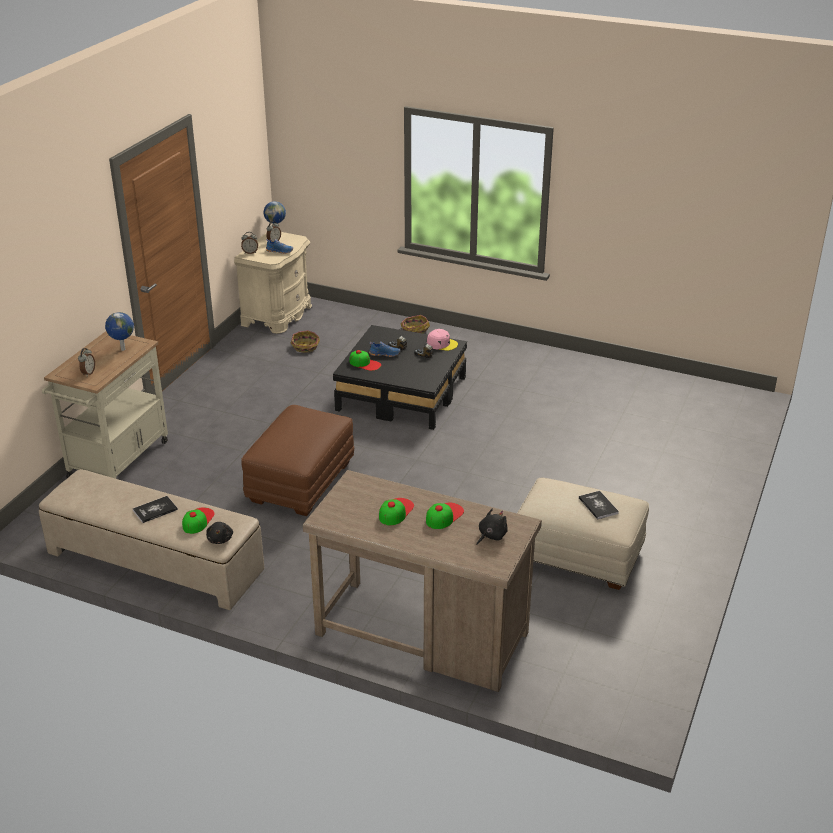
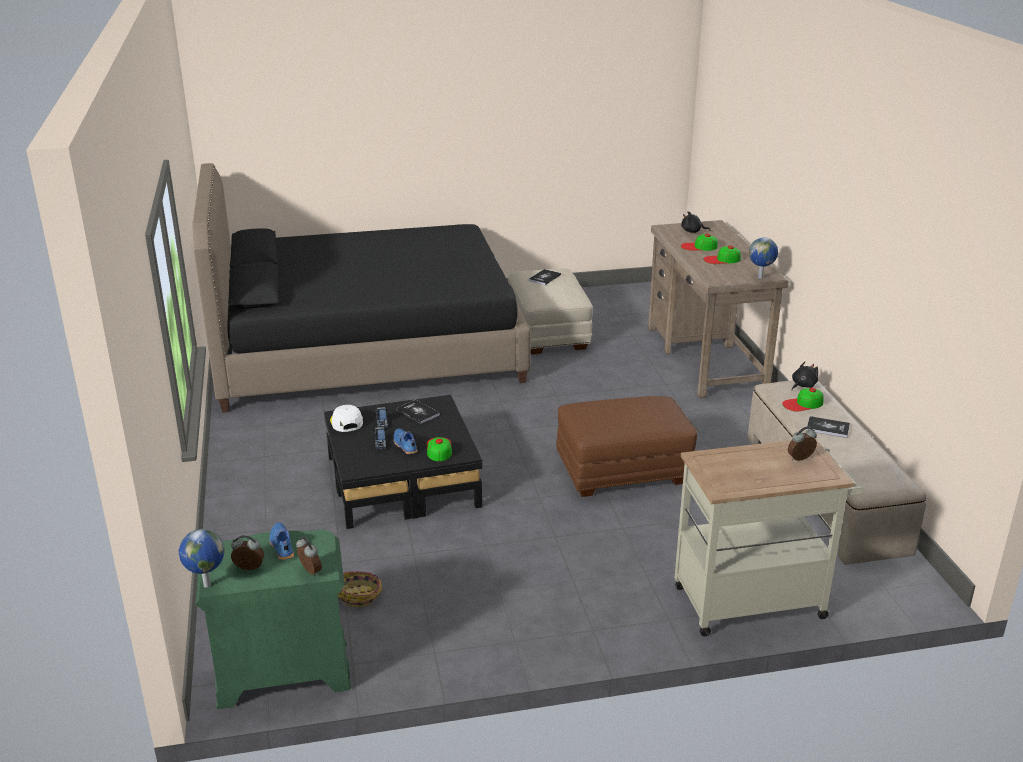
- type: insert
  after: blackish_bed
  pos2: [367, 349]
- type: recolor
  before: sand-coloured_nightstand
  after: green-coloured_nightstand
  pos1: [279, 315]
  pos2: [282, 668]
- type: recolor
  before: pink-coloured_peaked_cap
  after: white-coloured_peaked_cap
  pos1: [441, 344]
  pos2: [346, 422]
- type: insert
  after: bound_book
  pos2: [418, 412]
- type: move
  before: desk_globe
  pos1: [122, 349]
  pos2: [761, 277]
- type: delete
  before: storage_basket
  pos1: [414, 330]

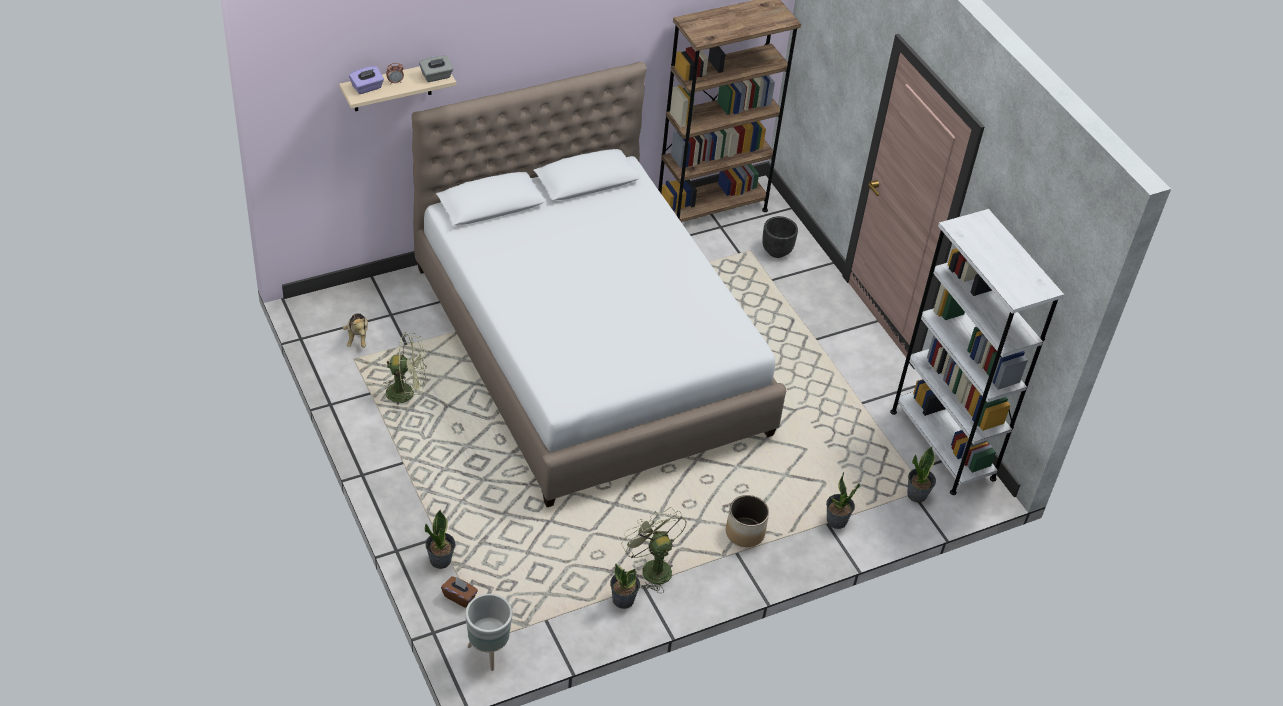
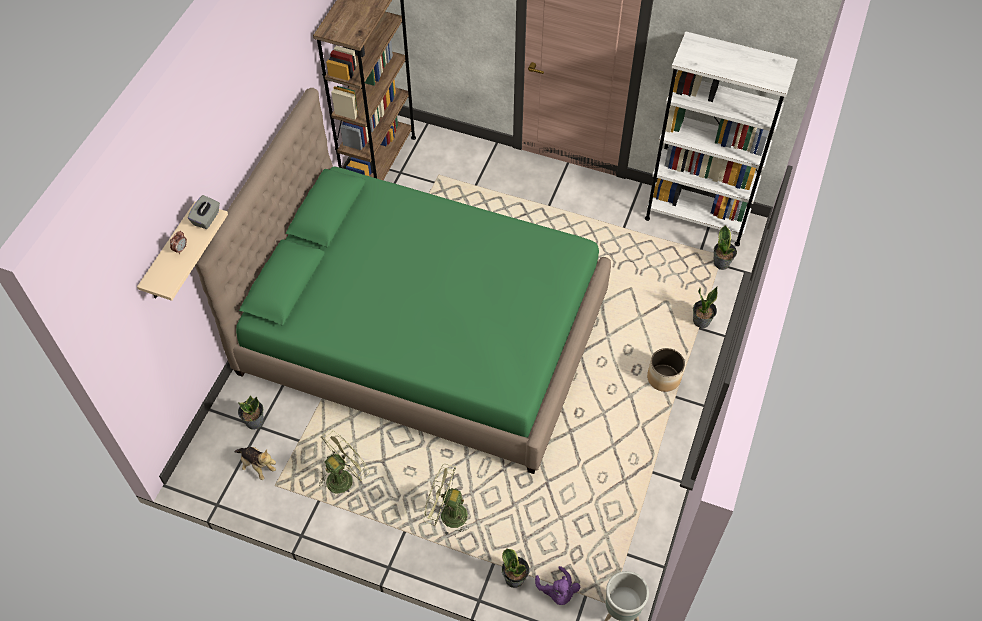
- type: recolor
  before: white-coloured_bed
  after: green-coloured_bed
  pos1: [589, 349]
  pos2: [423, 333]
- type: move
  before: potted_plant
  pos1: [623, 599]
  pos2: [254, 421]
- type: move
  before: green-coloured_fan
  pos1: [652, 567]
  pos2: [447, 515]
- type: replace
  before: brownish_tissue_box
  after: purplish_plush_toy
  pos1: [459, 597]
  pos2: [557, 592]
- type: delete
  before: purplish_tissue_box
  pos1: [367, 88]
- type: delete
  before: blackish_flower_pot
  pos1: [776, 251]

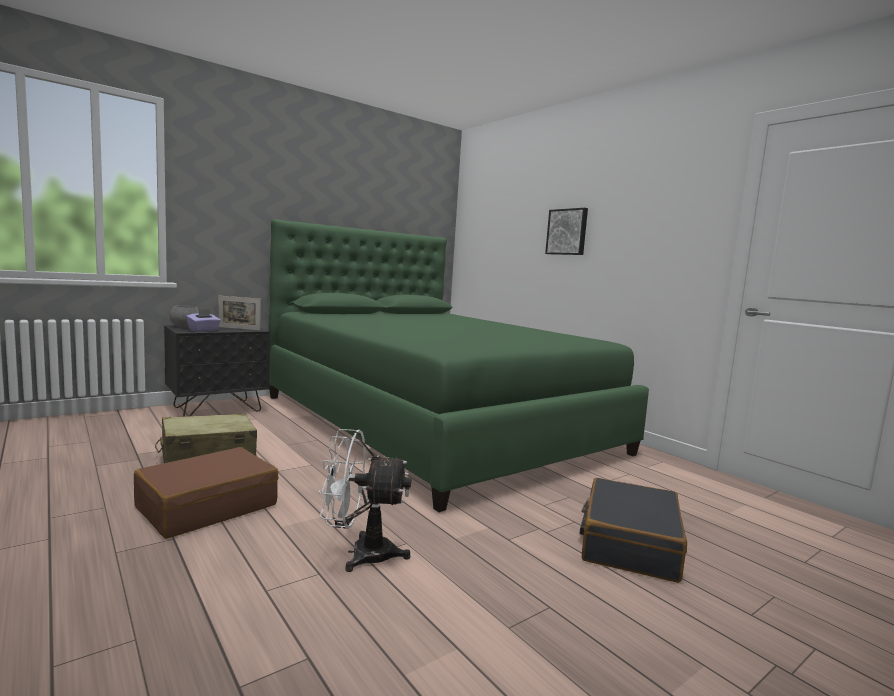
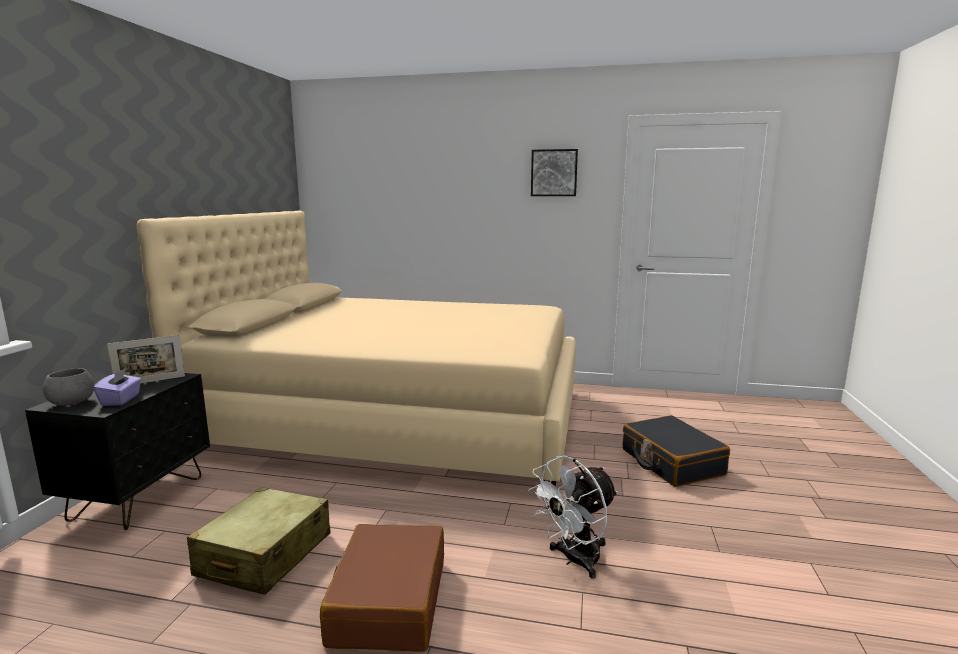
- type: recolor
  before: green-coloured_bed
  after: sand-coloured_bed
  pos1: [433, 423]
  pos2: [397, 419]
- type: move
  before: picture
  pos1: [567, 232]
  pos2: [554, 173]

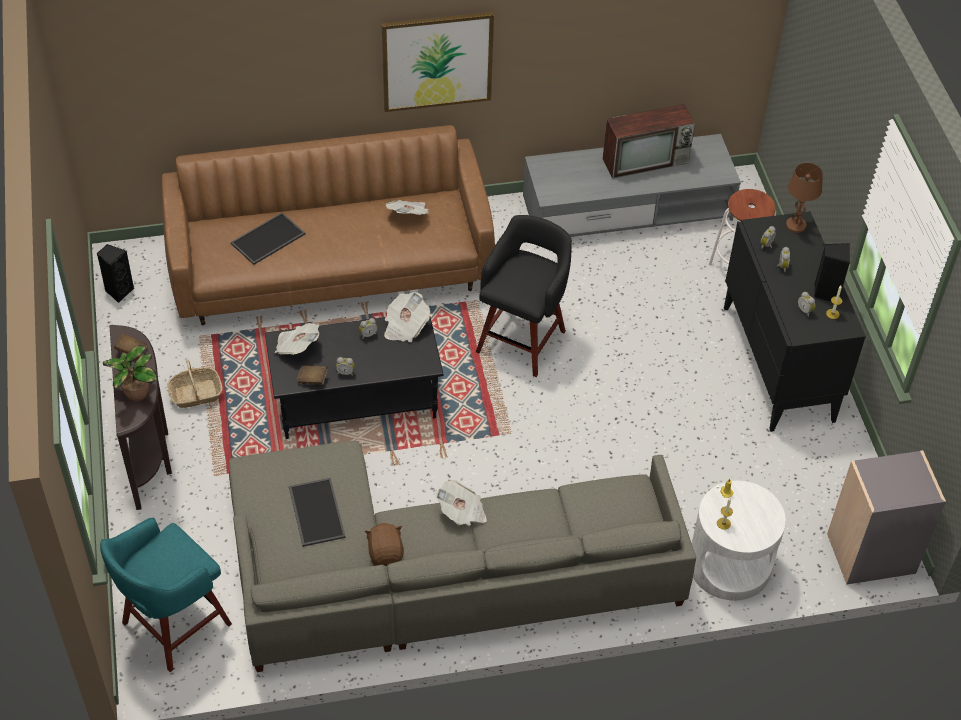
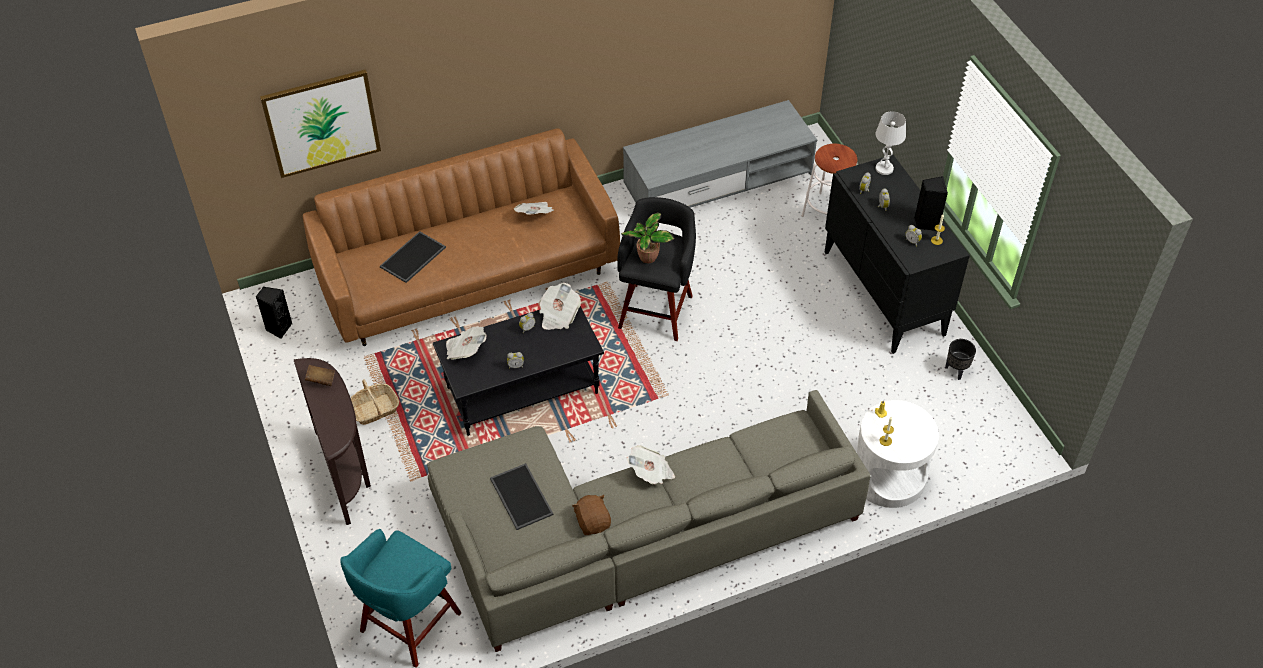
- type: move
  before: picture
  pos1: [437, 61]
  pos2: [322, 123]
- type: move
  before: potted_plant
  pos1: [135, 394]
  pos2: [647, 258]
- type: recolor
  before: brownish_tabletop_lamp
  after: white-coloured_tabletop_lamp
  pos1: [796, 225]
  pos2: [884, 168]
- type: insert
  after: blackish_flower_pot
  pos2: [956, 370]
- type: delete
  before: brownish_bound_book
  pos1: [312, 379]
- type: delete
  before: television
  pos1: [646, 160]
- type: delete
  before: greyish_bookcase
  pos1: [870, 554]

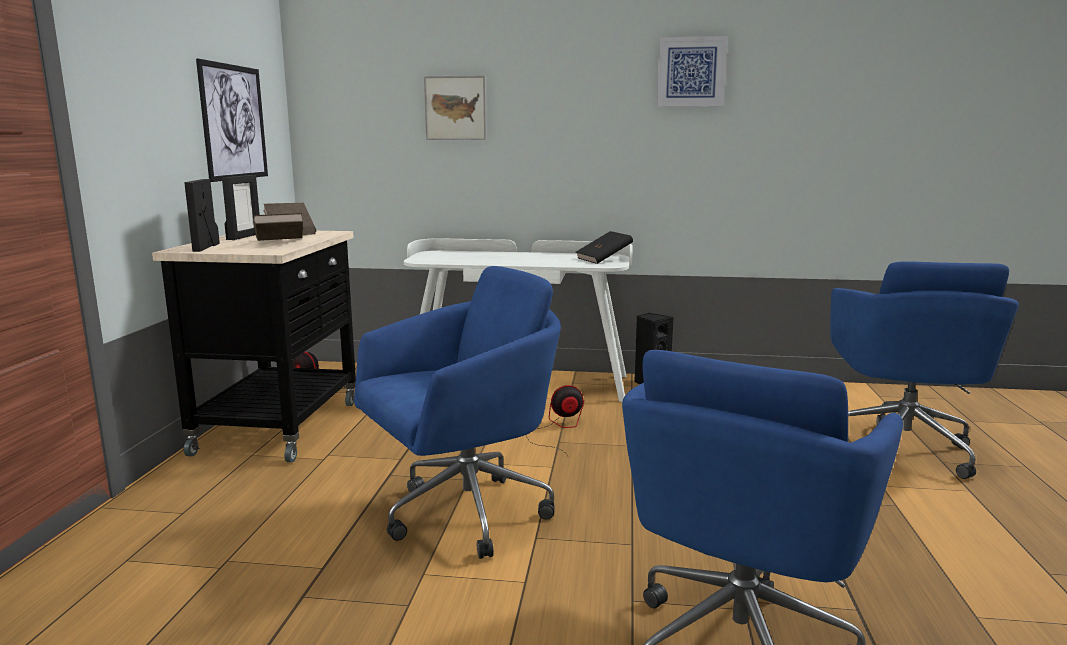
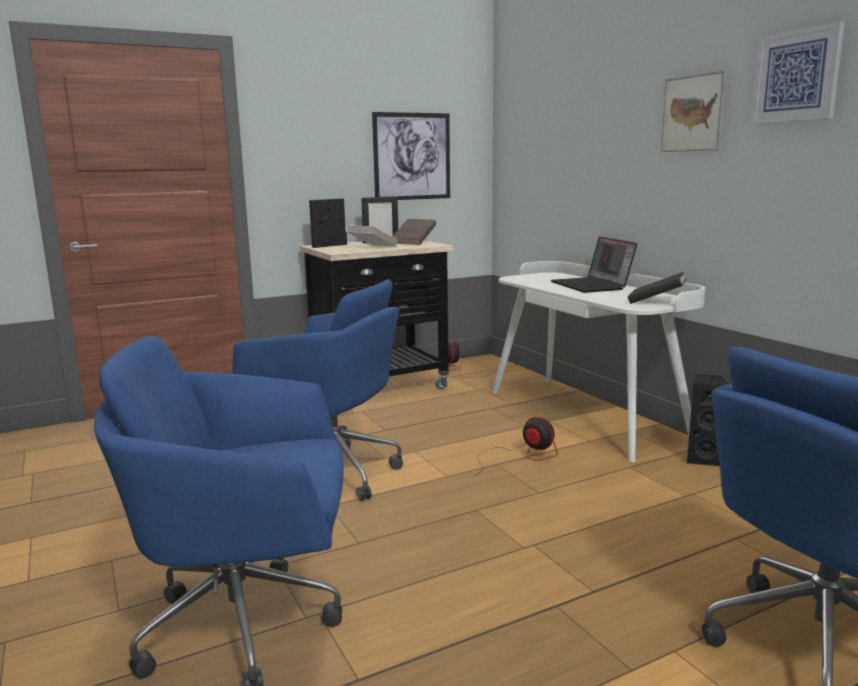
- type: recolor
  before: brownish_bound_book
  after: white-coloured_bound_book
  pos1: [280, 242]
  pos2: [372, 247]
- type: insert
  after: portable_computer
  pos2: [592, 286]
- type: move
  before: picture
  pos1: [455, 108]
  pos2: [693, 113]

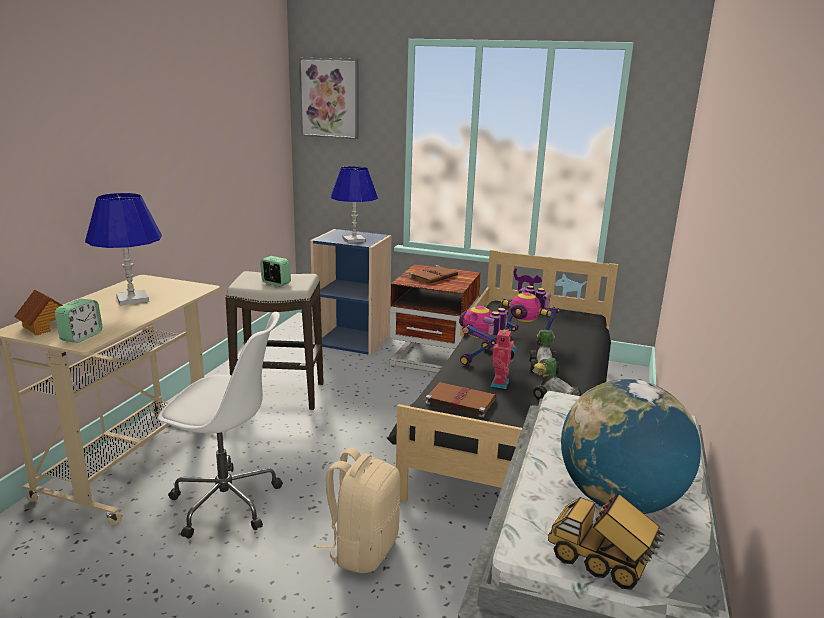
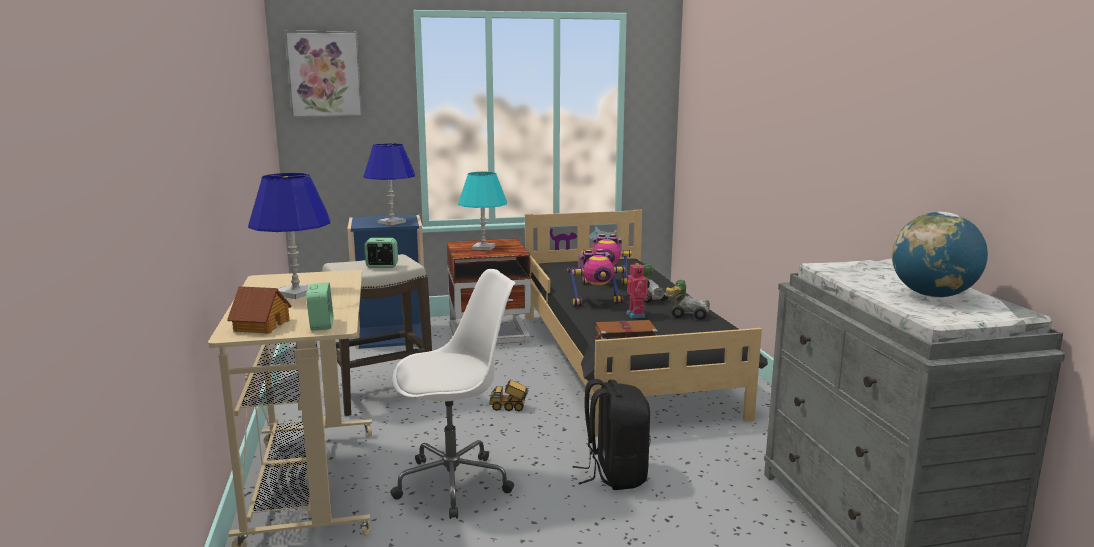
- type: replace
  before: brownish_bound_book
  after: blue-green_tabletop_lamp
  pos1: [434, 277]
  pos2: [483, 247]
- type: move
  before: toy_lorry
  pos1: [601, 563]
  pos2: [509, 407]
- type: rotate
  before: model_robot
  pos1: [483, 358]
  pos2: [596, 302]
  turn: -105
- type: recolor
  before: sand-coloured_knapsack
  after: blackish_knapsack
  pos1: [362, 549]
  pos2: [614, 474]

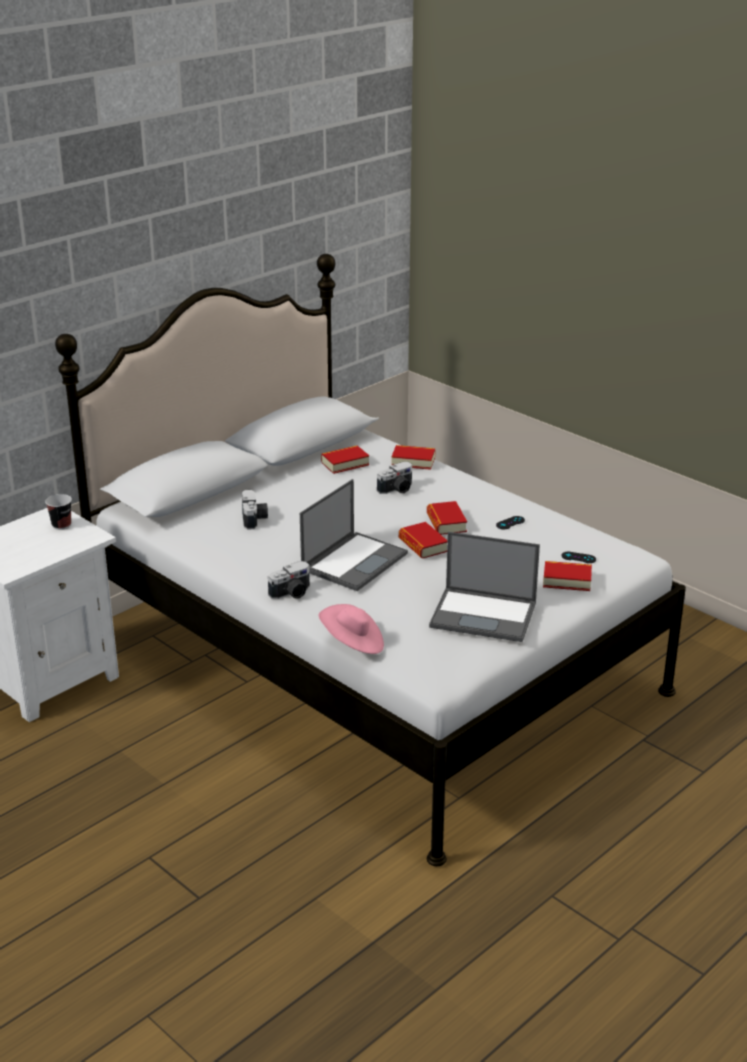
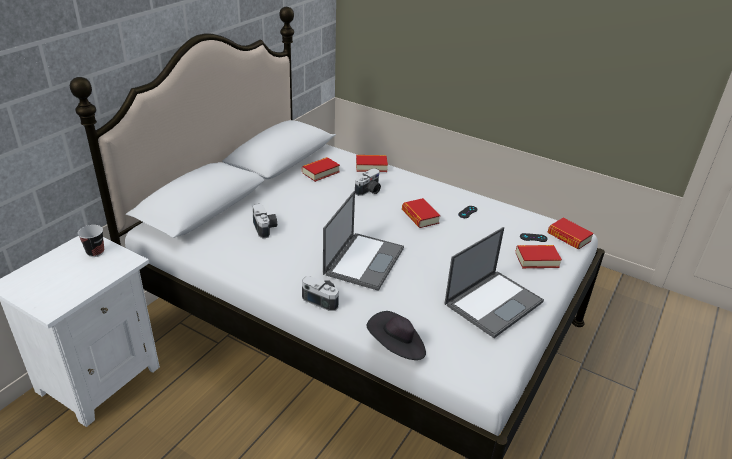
- type: rotate
  before: photo_camera
  pos1: [292, 593]
  pos2: [322, 299]
  turn: -105
- type: recolor
  before: pink-coloured_clothing_hat
  after: blackish_clothing_hat
  pos1: [352, 644]
  pos2: [396, 348]
- type: rotate
  before: portable_computer
  pos1: [484, 615]
  pos2: [494, 302]
  turn: -45
- type: move
  before: bound_book
  pos1: [422, 545]
  pos2: [569, 237]

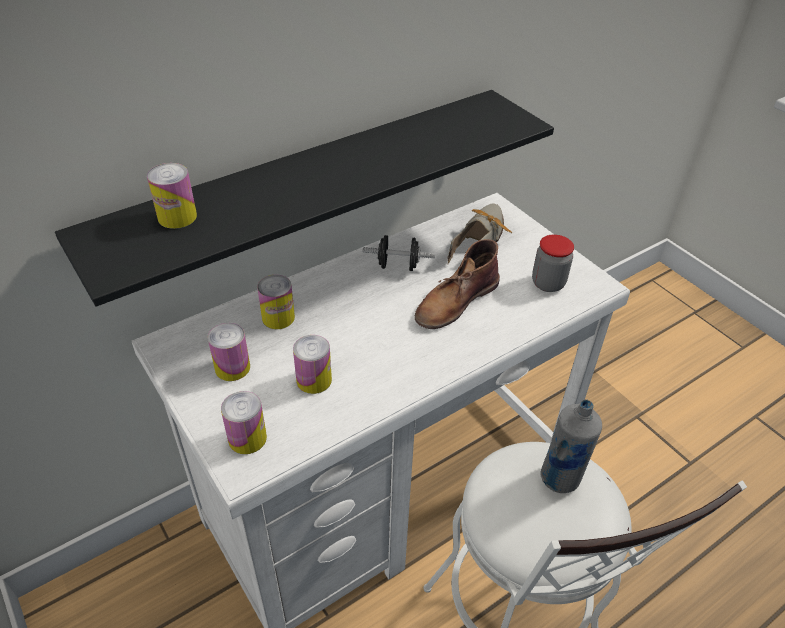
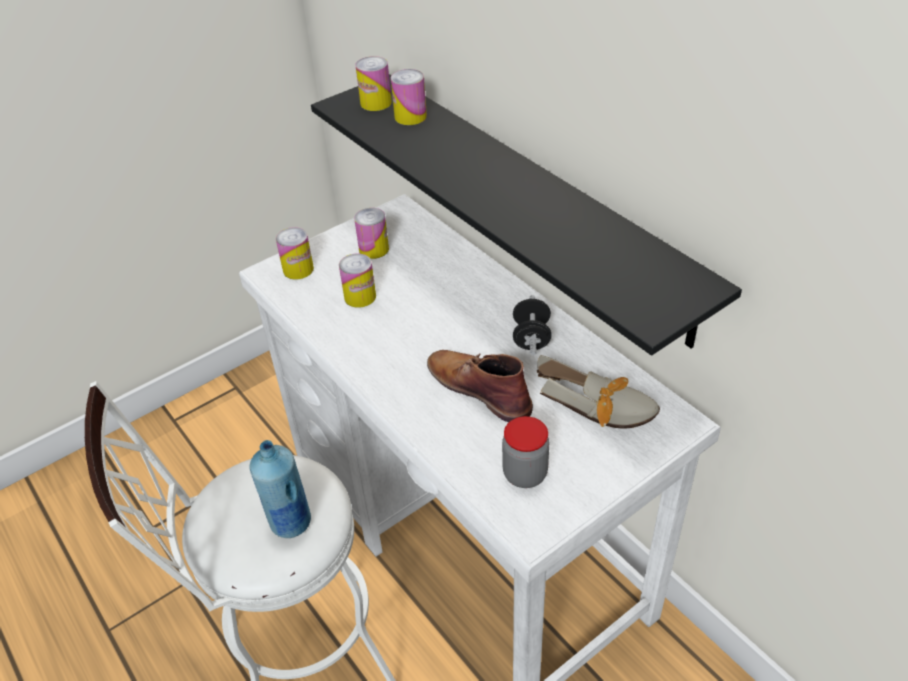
- type: recolor
  before: greyish_drink_bottle
  after: bluish_drink_bottle
  pos1: [560, 478]
  pos2: [290, 523]
- type: move
  before: metal_can
  pos1: [278, 317]
  pos2: [376, 103]

